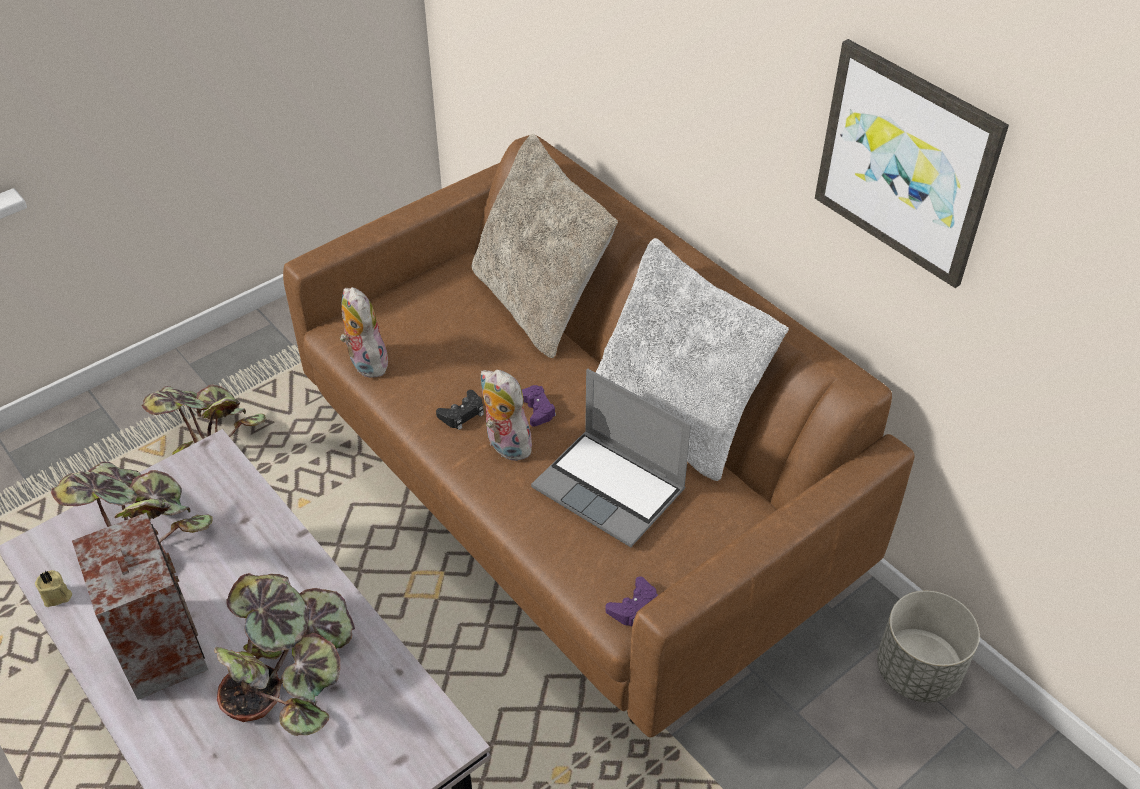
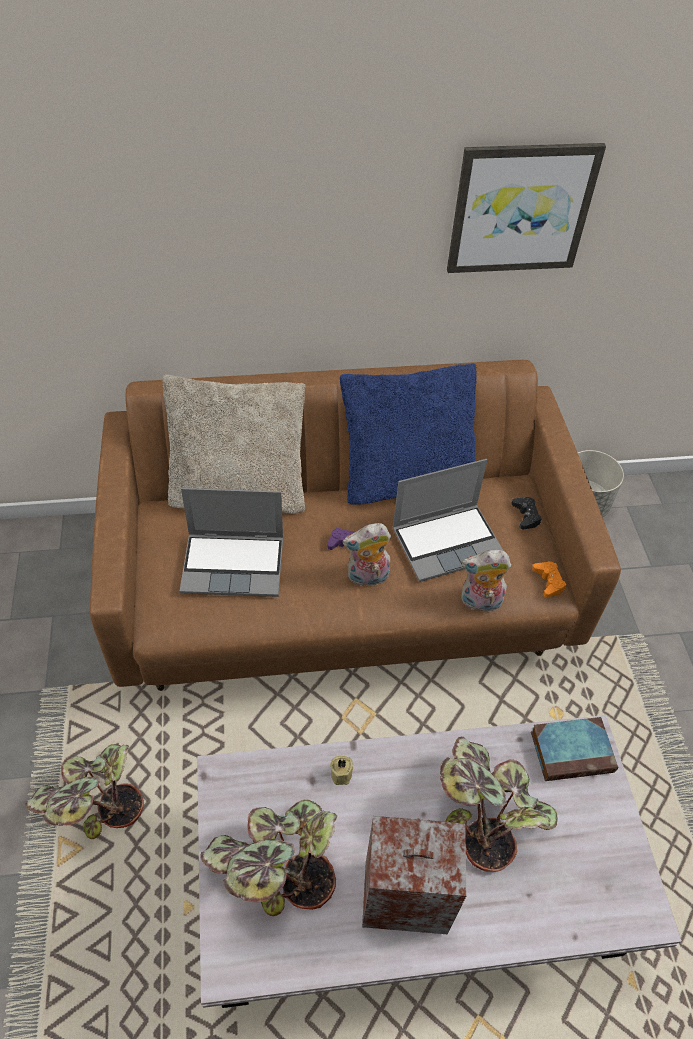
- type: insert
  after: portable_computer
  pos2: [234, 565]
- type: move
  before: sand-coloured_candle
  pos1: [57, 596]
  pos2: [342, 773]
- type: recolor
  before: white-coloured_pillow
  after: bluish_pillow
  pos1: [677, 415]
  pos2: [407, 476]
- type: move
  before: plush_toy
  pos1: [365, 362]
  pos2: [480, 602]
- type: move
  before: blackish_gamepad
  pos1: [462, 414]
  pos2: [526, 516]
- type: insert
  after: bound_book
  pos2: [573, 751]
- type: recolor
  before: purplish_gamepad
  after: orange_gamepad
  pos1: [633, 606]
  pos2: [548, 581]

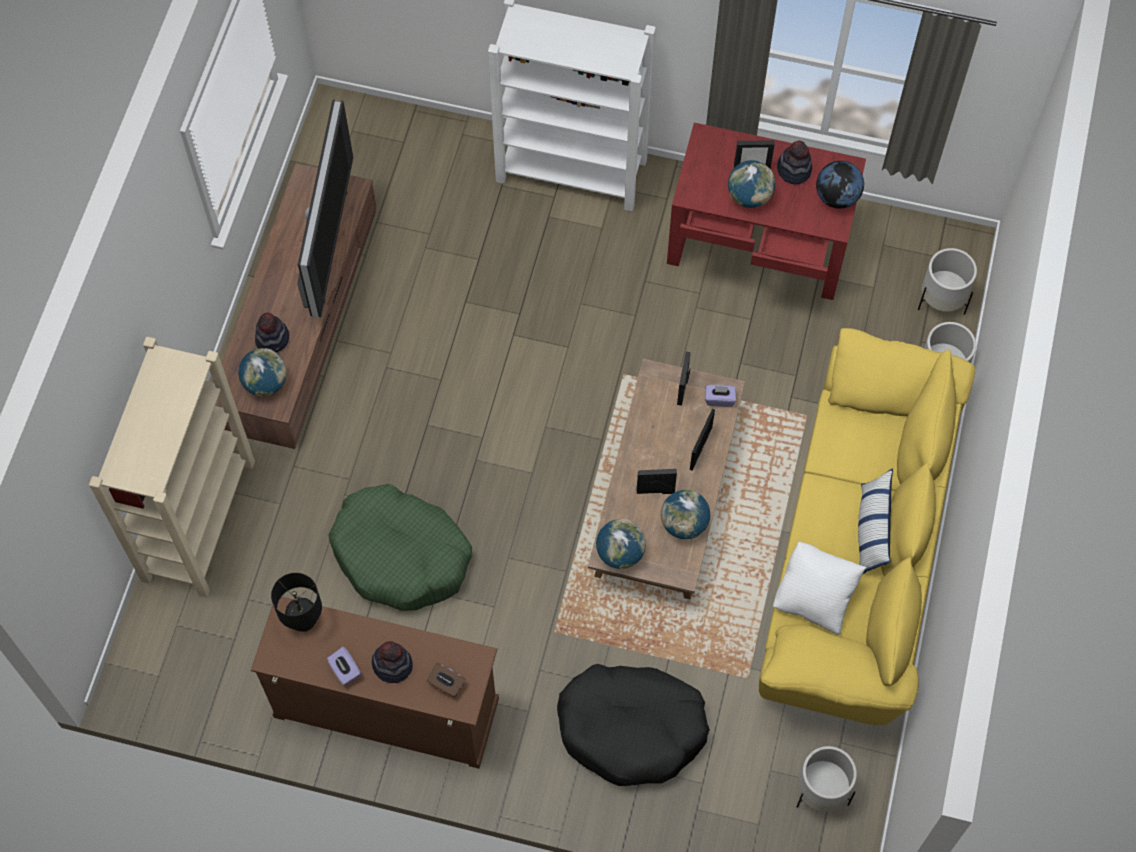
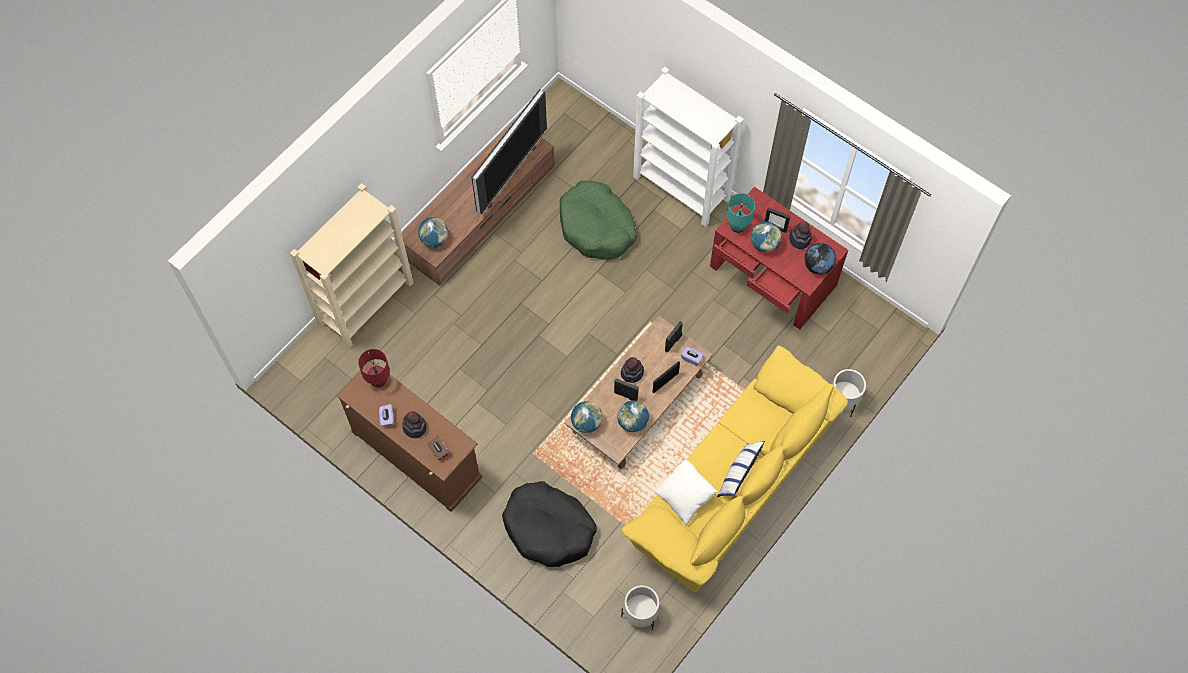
- type: recolor
  before: blackish_tabletop_lamp
  after: red_tabletop_lamp
  pos1: [303, 620]
  pos2: [378, 380]
- type: move
  before: green-coloured_dog_bed
  pos1: [401, 555]
  pos2: [596, 227]
- type: move
  before: clothing_hat
  pos1: [273, 339]
  pos2: [632, 373]
- type: insert
  after: blue-green_tabletop_lamp
  pos2: [737, 226]
- type: delete
  before: white-coloured_flower_pot
  pos1: [942, 300]

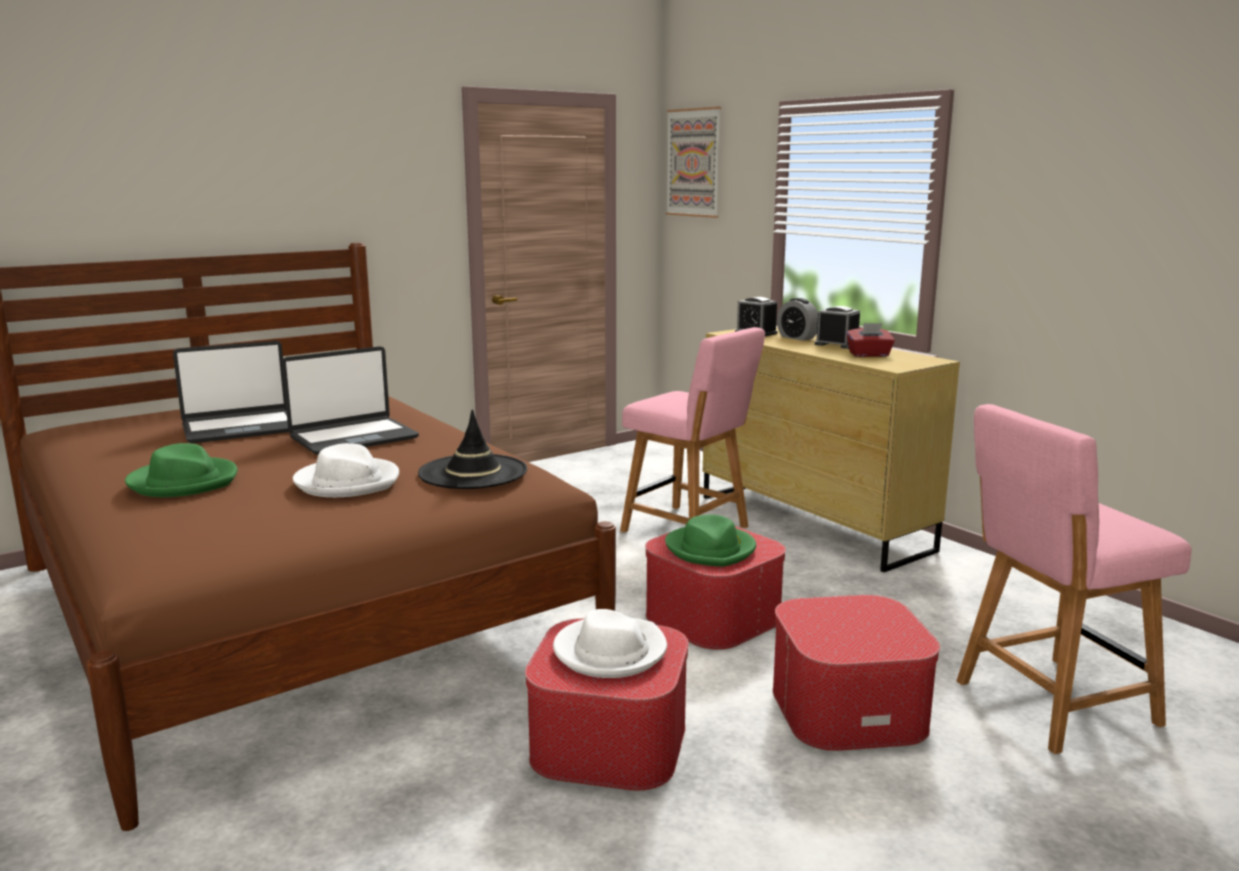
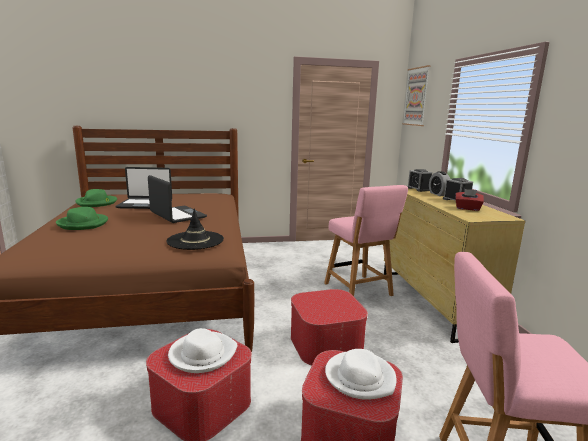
- type: move
  before: green-coloured_clothing_hat
  pos1: [711, 549]
  pos2: [97, 203]
- type: rotate
  before: portable_computer
  pos1: [353, 438]
  pos2: [177, 215]
  turn: -120
- type: move
  before: white-coloured_clothing_hat
  pos1: [348, 482]
  pos2: [360, 377]

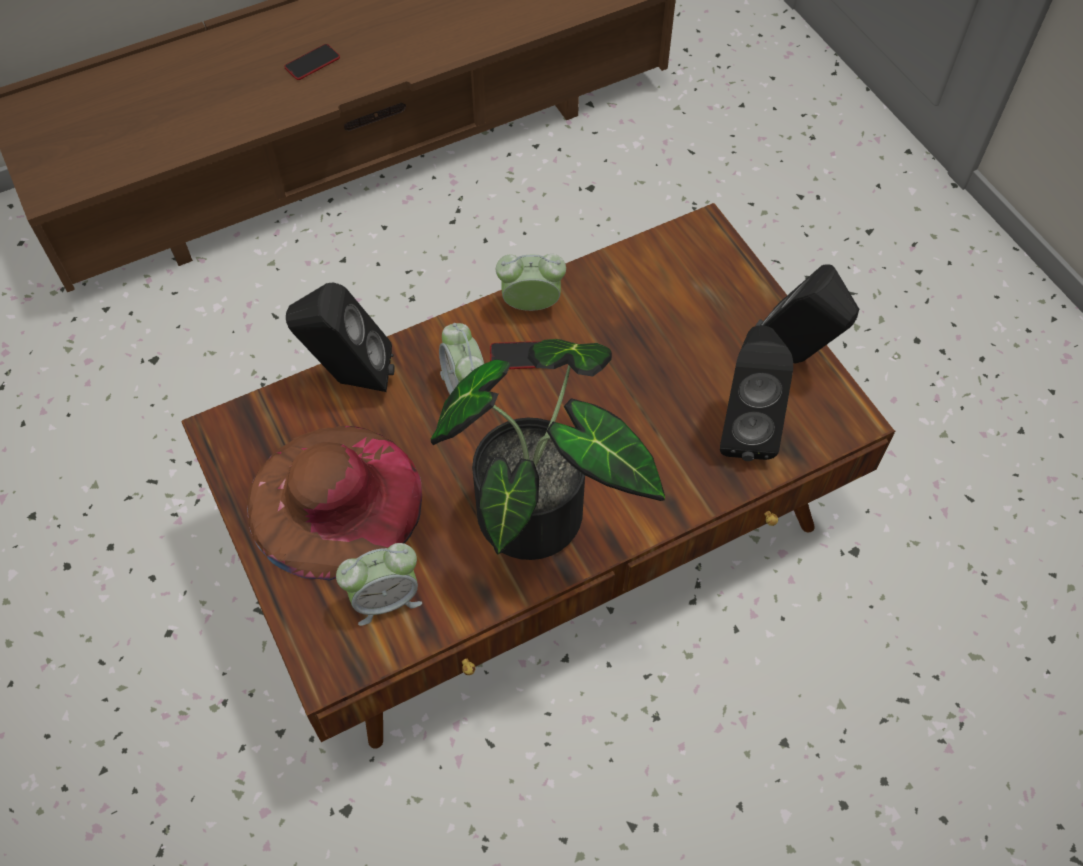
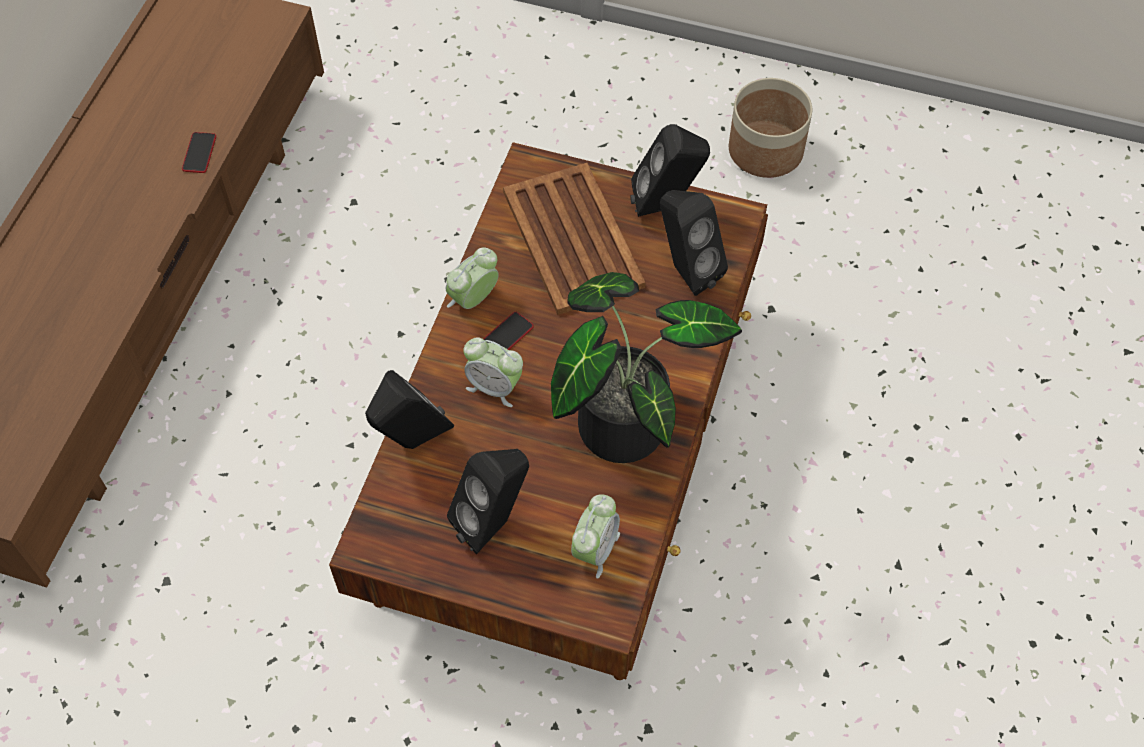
- type: move
  before: telephone
  pos1: [312, 63]
  pos2: [199, 153]
- type: replace
  before: brownish_clothing_hat
  after: blackish_loudspeaker
  pos1: [334, 500]
  pos2: [494, 522]
- type: insert
  after: brownish_tray
  pos2: [572, 237]
- type: insert
  after: flower_pot
  pos2: [766, 150]

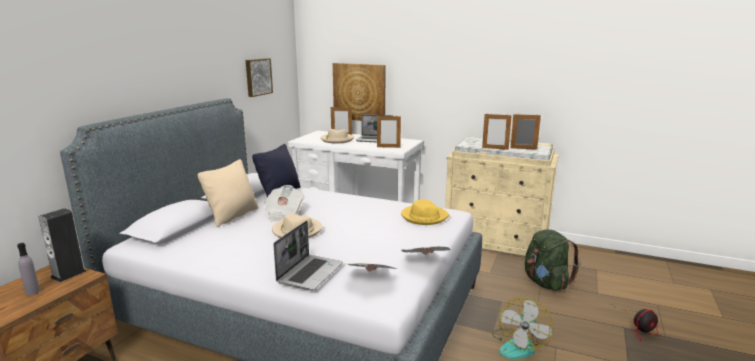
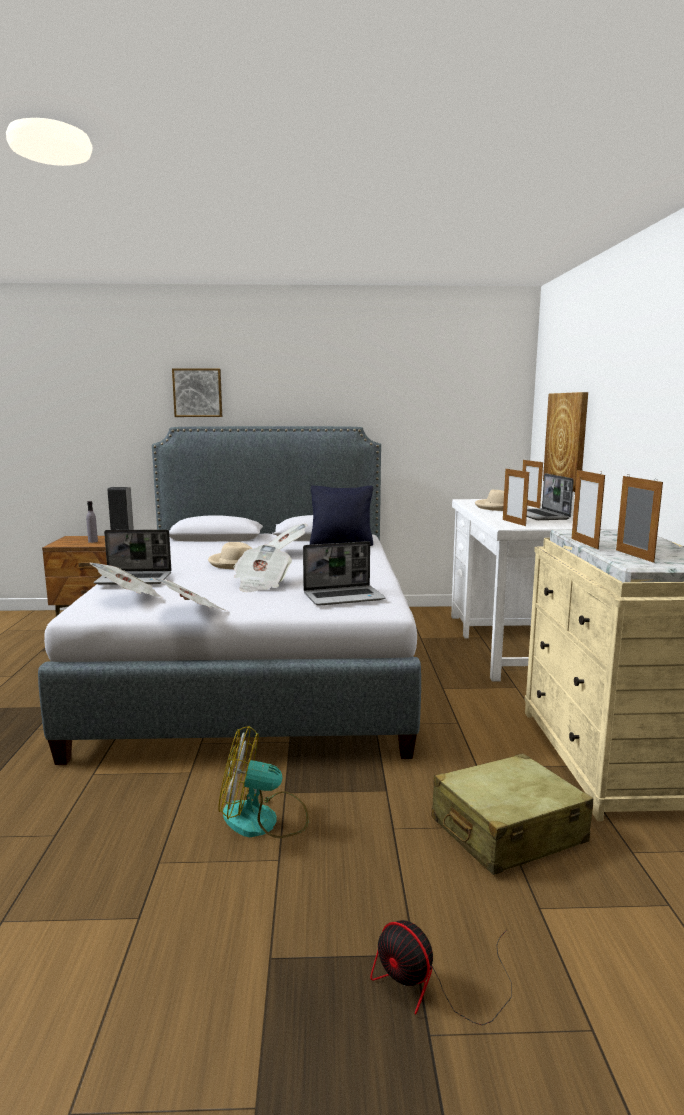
- type: move
  before: picture
  pos1: [258, 77]
  pos2: [198, 393]
- type: insert
  after: daily_paper
  pos2: [261, 584]
- type: replace
  before: yellow_clothing_hat
  after: portable_computer
  pos1: [424, 217]
  pos2: [344, 597]
- type: replace
  before: green-coloured_knapsack
  after: sand-coloured_suitcase
  pos1: [545, 283]
  pos2: [507, 831]
- type: delete
  before: sand-coloured_pillow
  pos1: [232, 216]

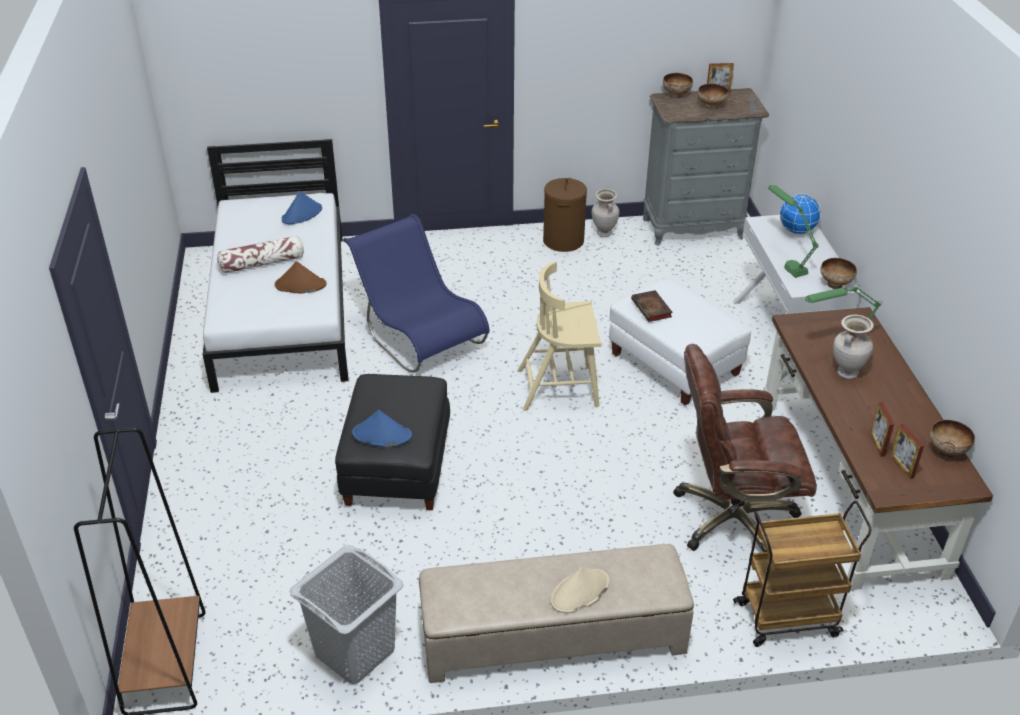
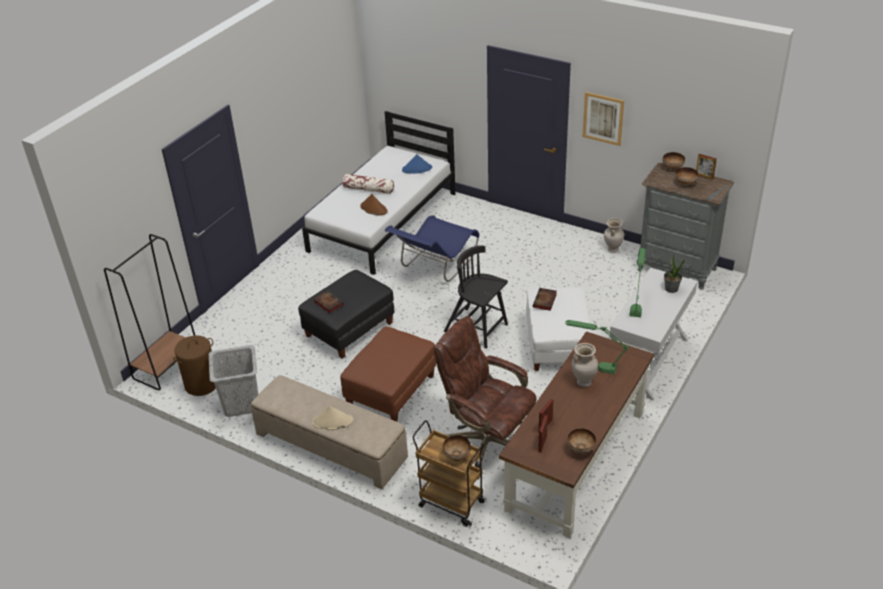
- type: move
  before: brownish_washing_basket
  pos1: [563, 241]
  pos2: [201, 384]
- type: replace
  before: bluish_clothing_hat
  after: bound_book
  pos1: [381, 435]
  pos2: [327, 303]
- type: insert
  after: brownish_pouffe
  pos2: [390, 391]
- type: rotate
  before: bluish_plain_chair
  pos1: [419, 337]
  pos2: [435, 266]
  turn: -150
- type: move
  before: deep_dish
  pos1: [835, 285]
  pos2: [457, 457]
- type: recolor
  before: sand-coloured_plain_chair
  after: blackish_plain_chair
  pos1: [560, 388]
  pos2: [477, 328]
- type: insert
  after: picture
  pos2: [603, 118]
- type: replace
  before: desk_globe
  after: potted_plant
  pos1: [796, 231]
  pos2: [671, 289]

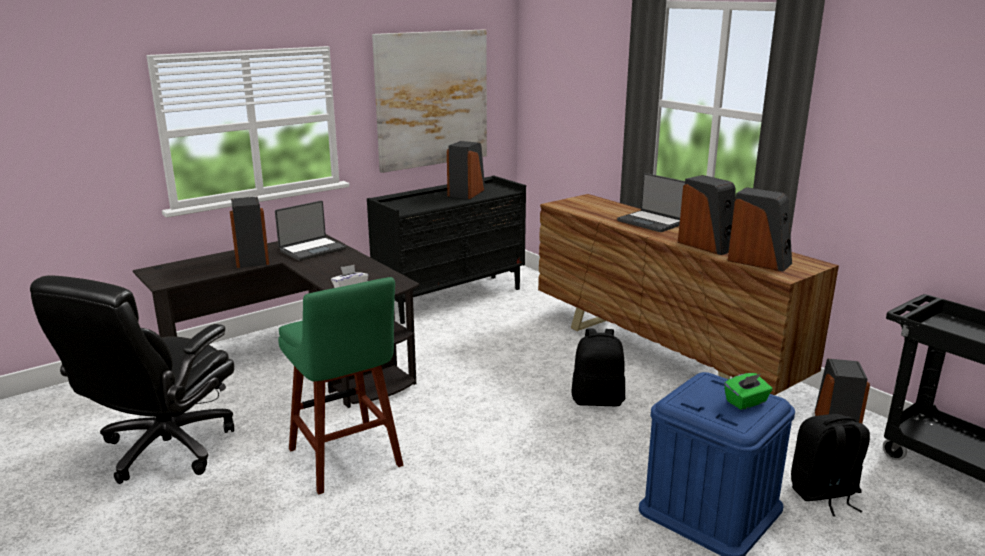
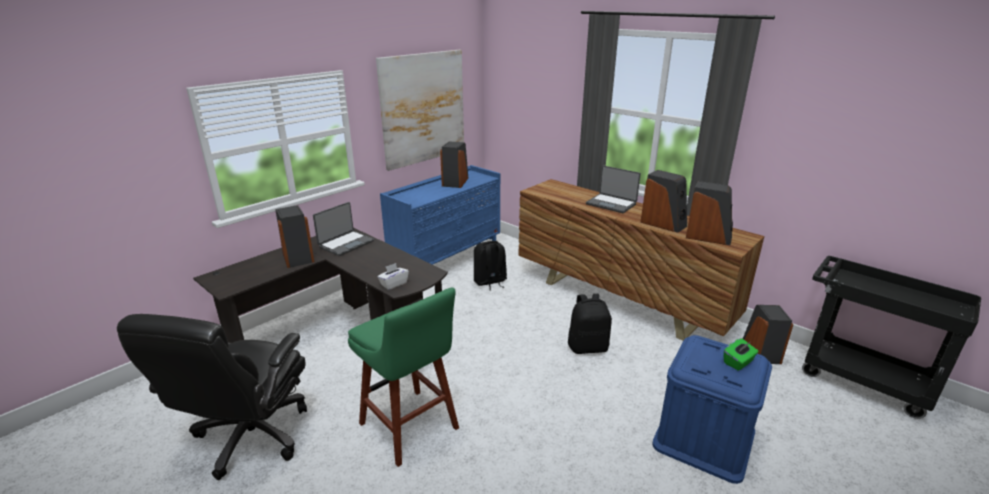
- type: recolor
  before: blackish_cupboard
  after: bluish_cupboard
  pos1: [452, 298]
  pos2: [447, 264]
- type: move
  before: blackish_knapsack
  pos1: [824, 494]
  pos2: [490, 282]

